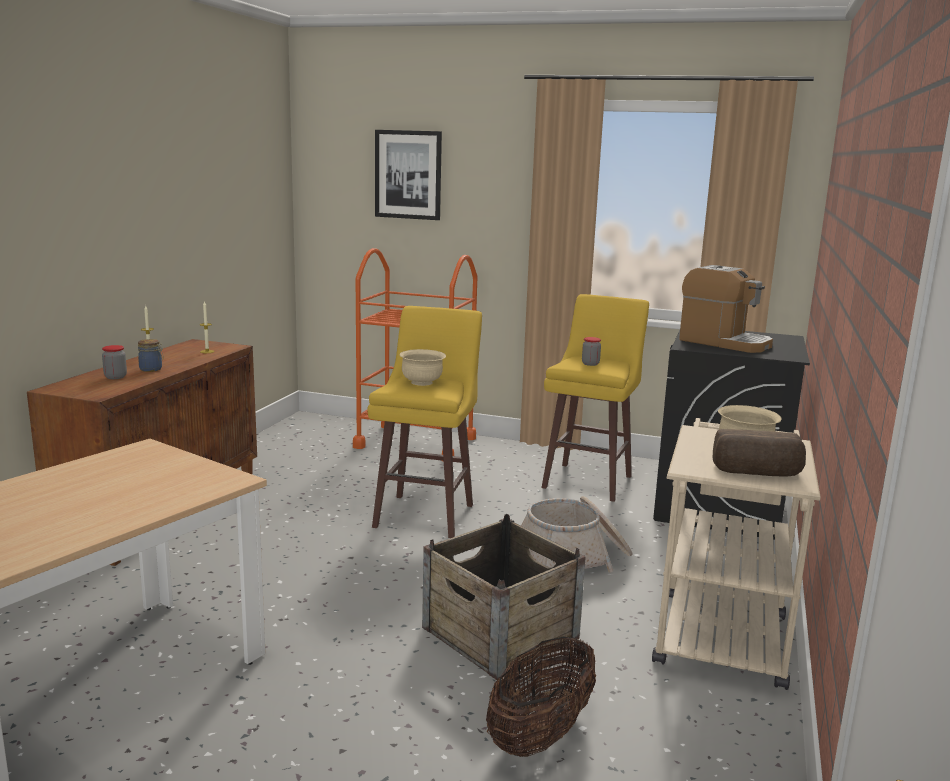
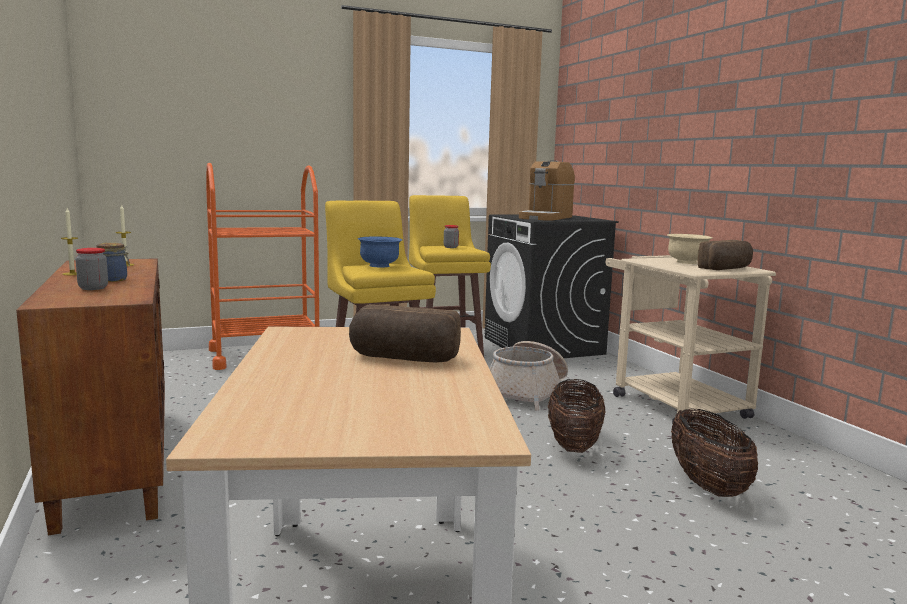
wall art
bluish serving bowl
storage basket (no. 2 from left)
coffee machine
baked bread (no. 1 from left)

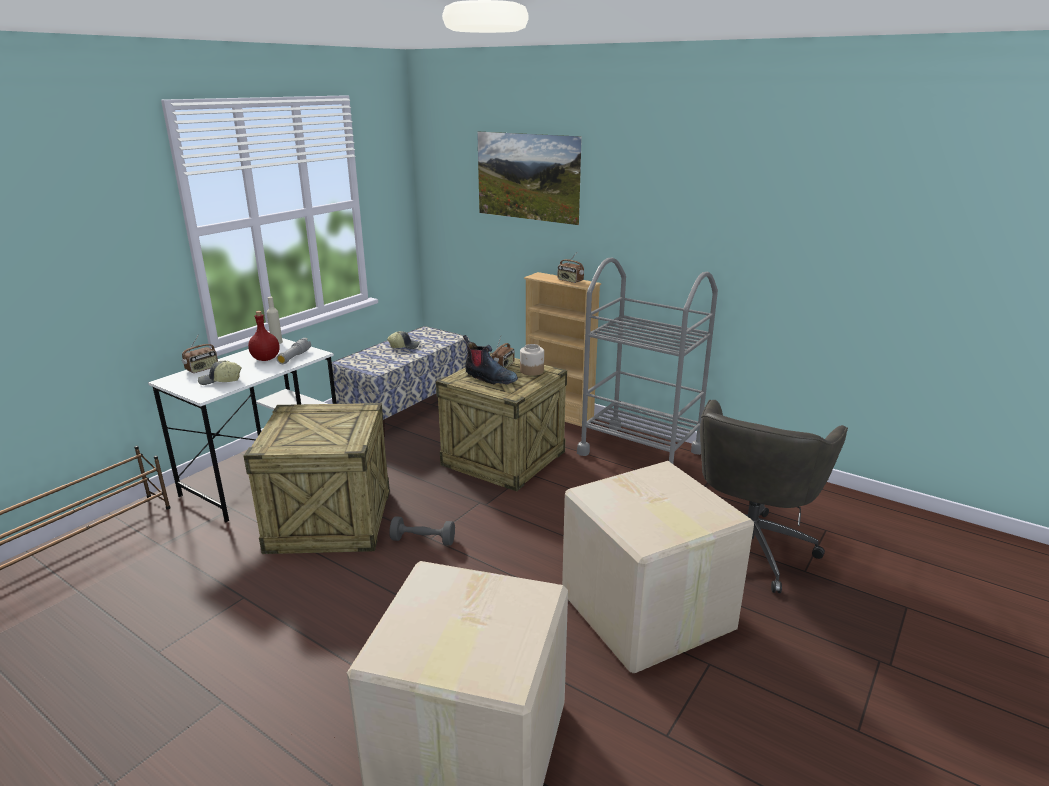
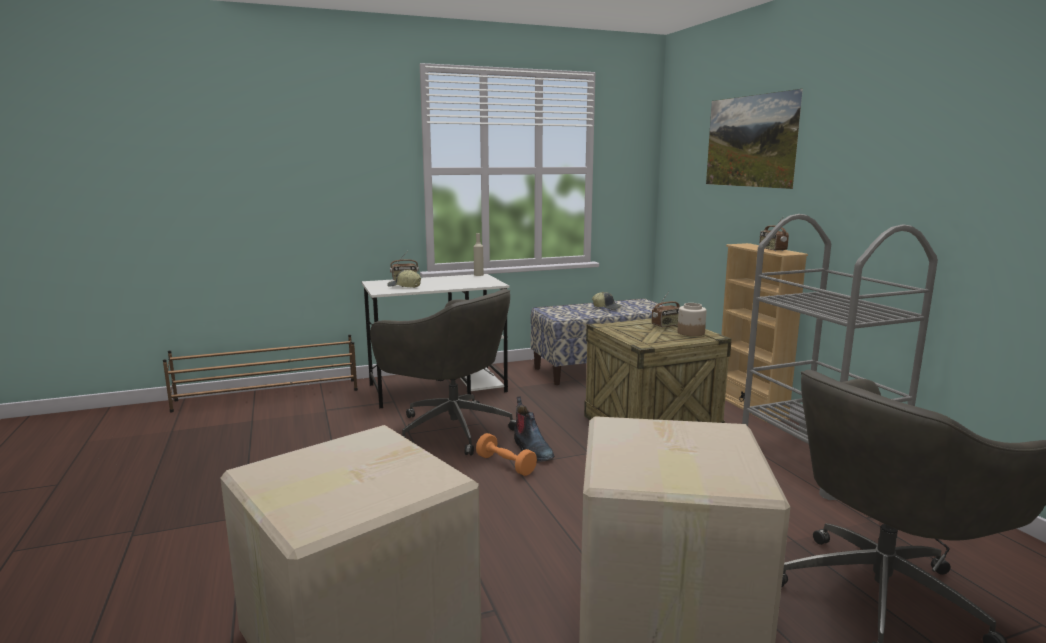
greyish desk chair (no. 1 from left)
reddish beverage bottle
greyish hand torch
orangey hand weight
tall boot

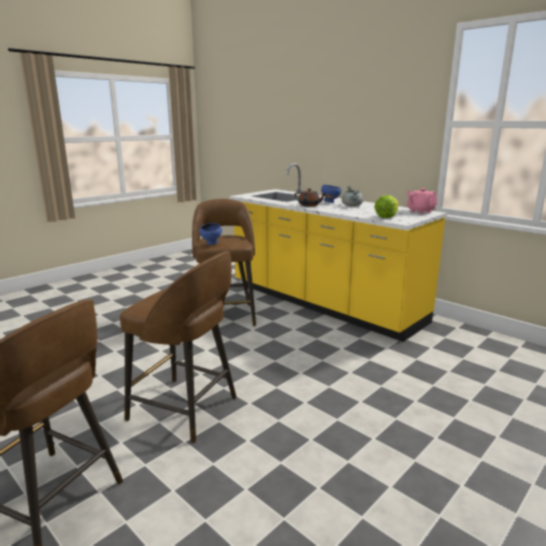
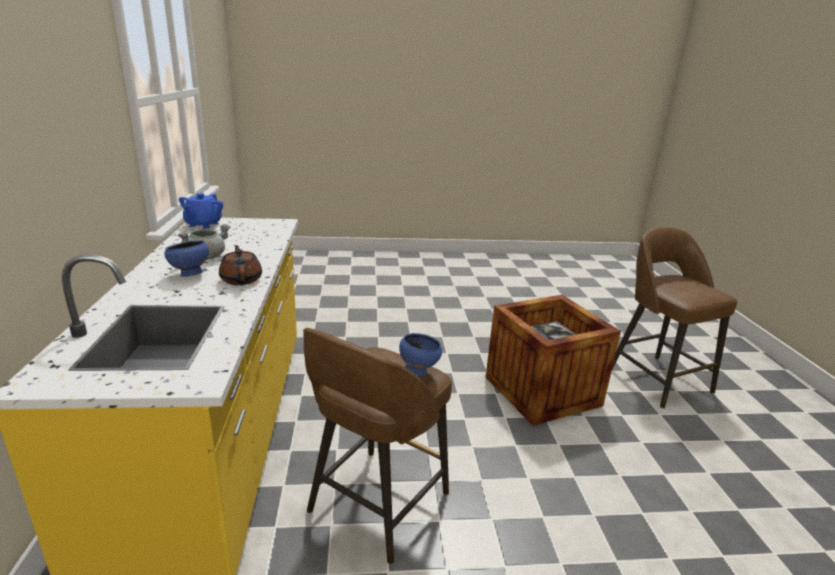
shipping crate
head of lettuce
bluish pot for tea

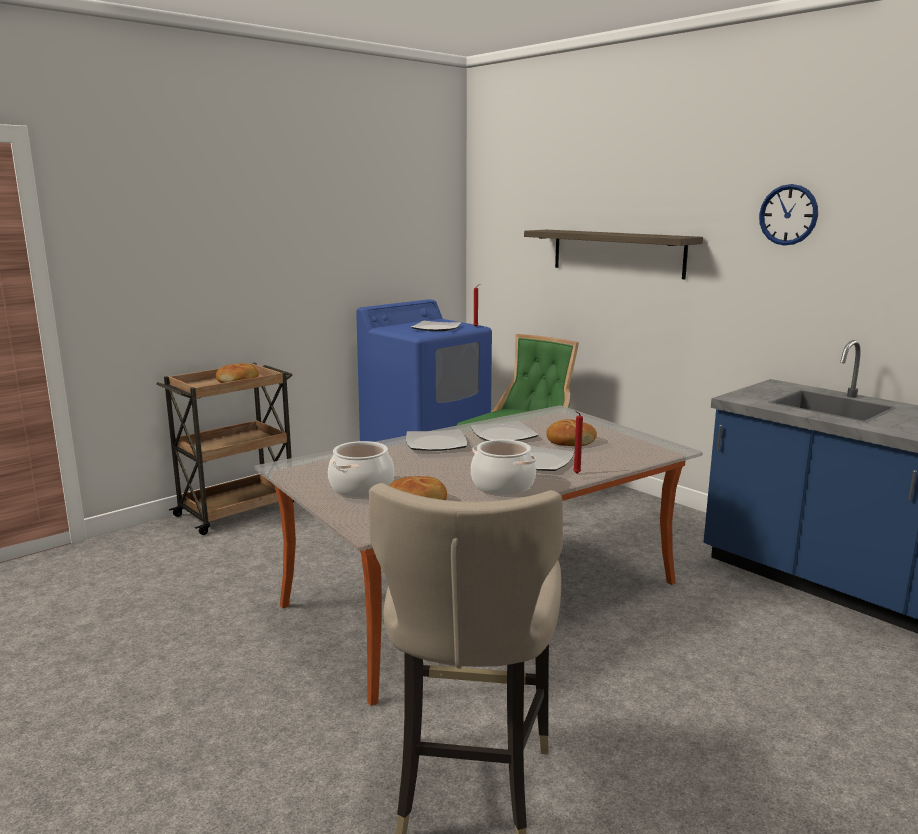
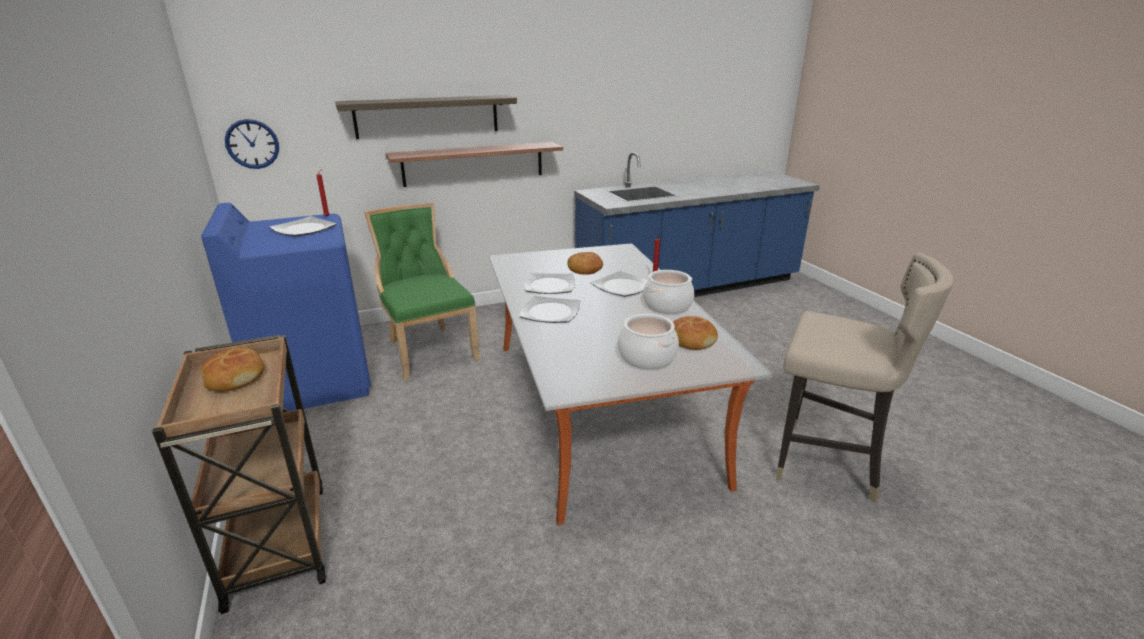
hanging clock
shelf (no. 2 from left)

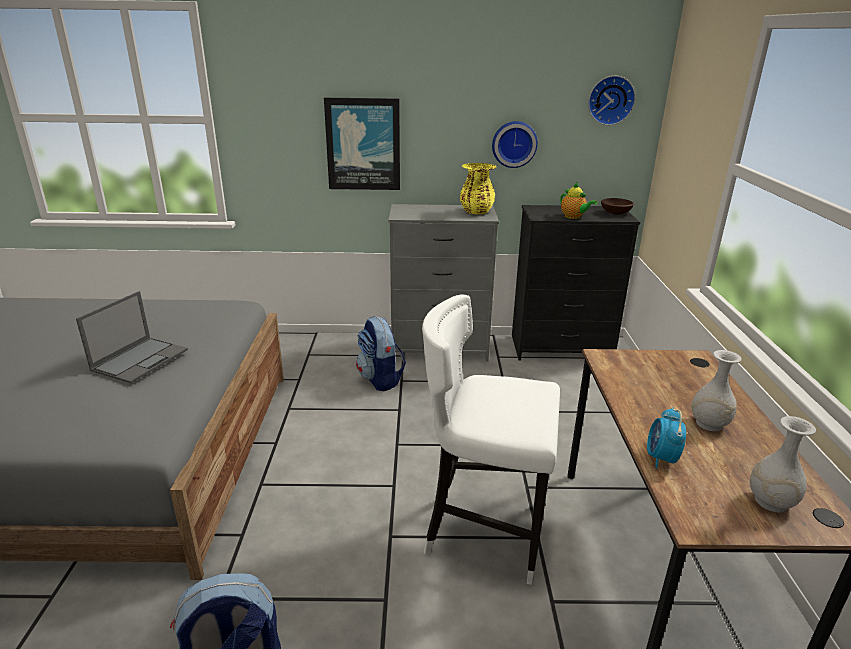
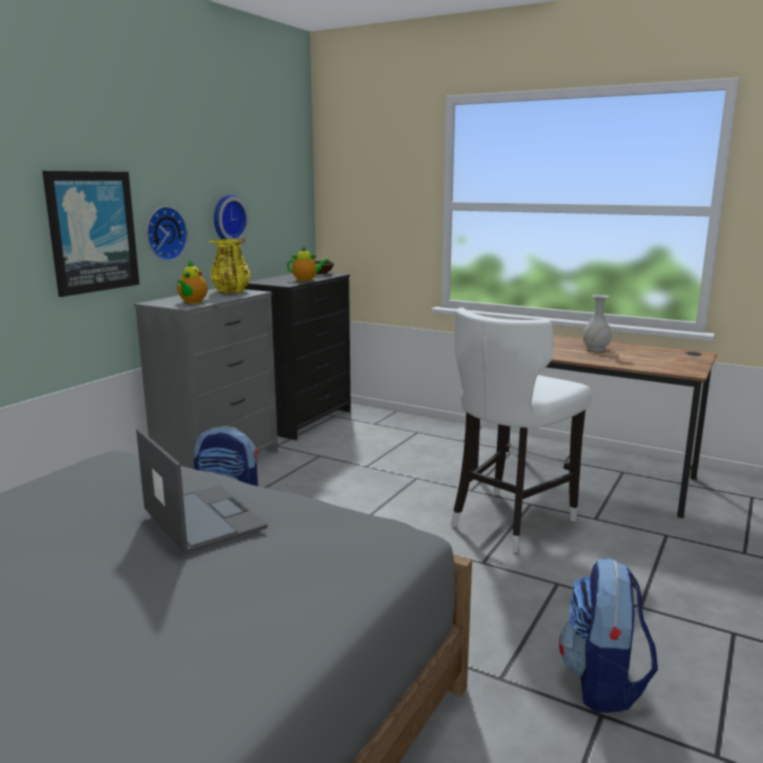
hanging clock (no. 1 from left)
alarm clock
whitish flower vase (no. 2 from left in the first image)
pot for tea (no. 1 from left)

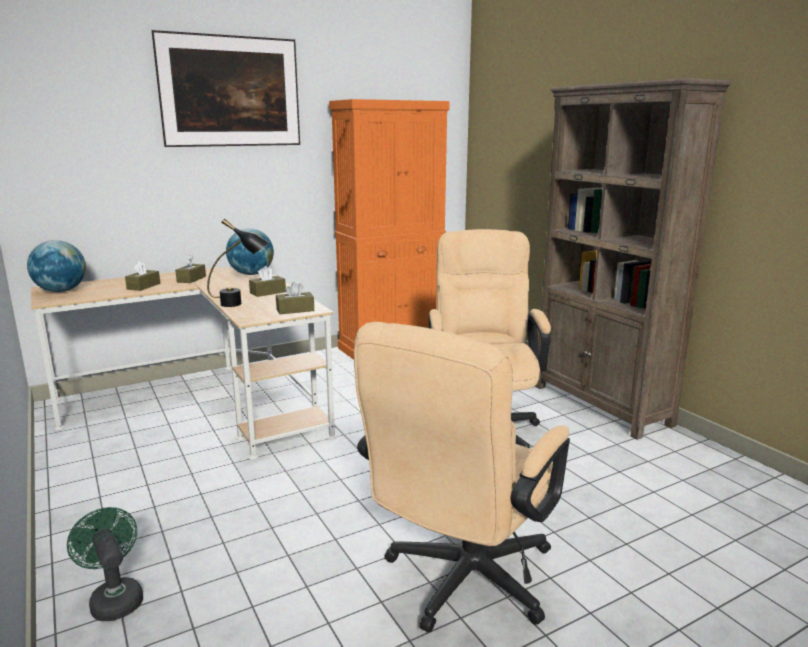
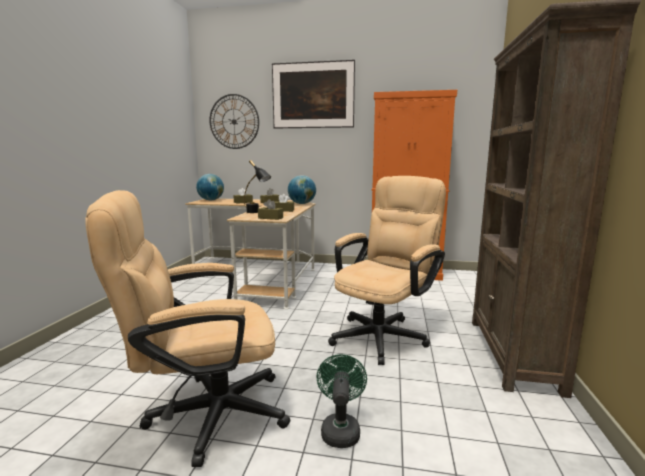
green electric fan
hanging clock

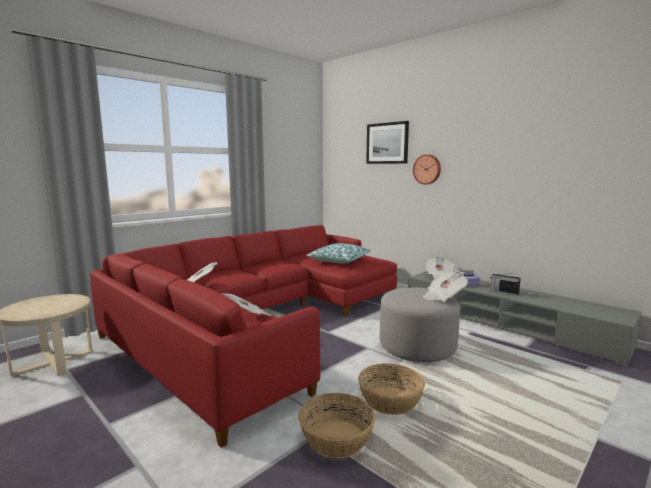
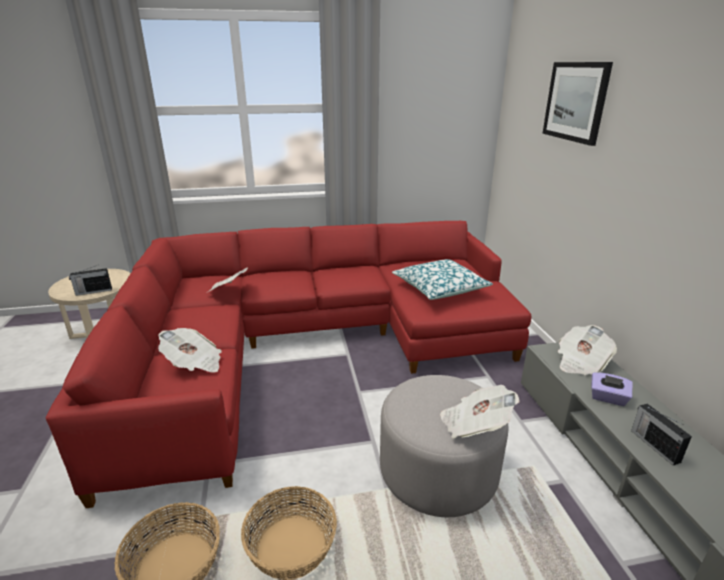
hanging clock
radio (no. 1 from left)

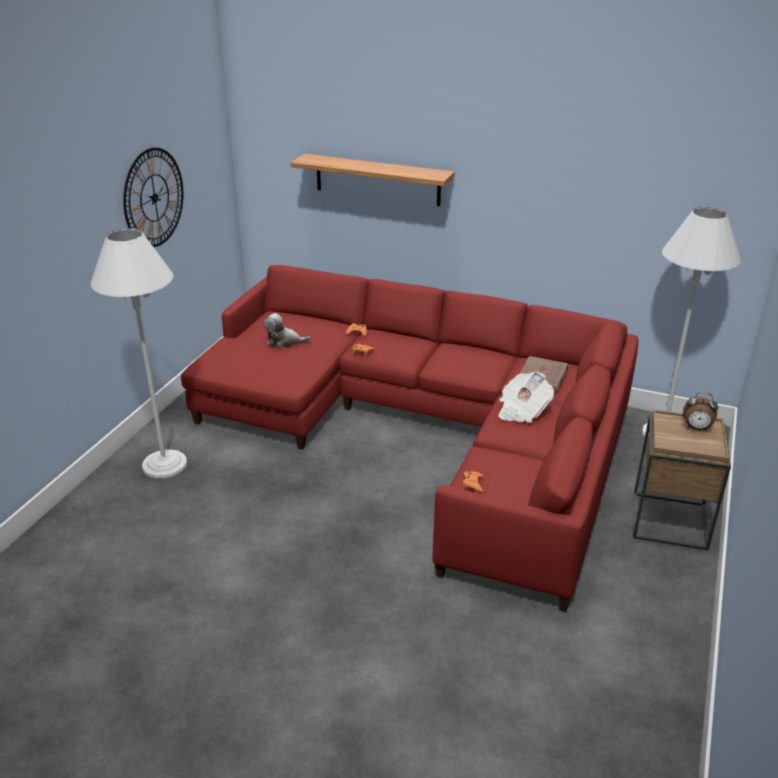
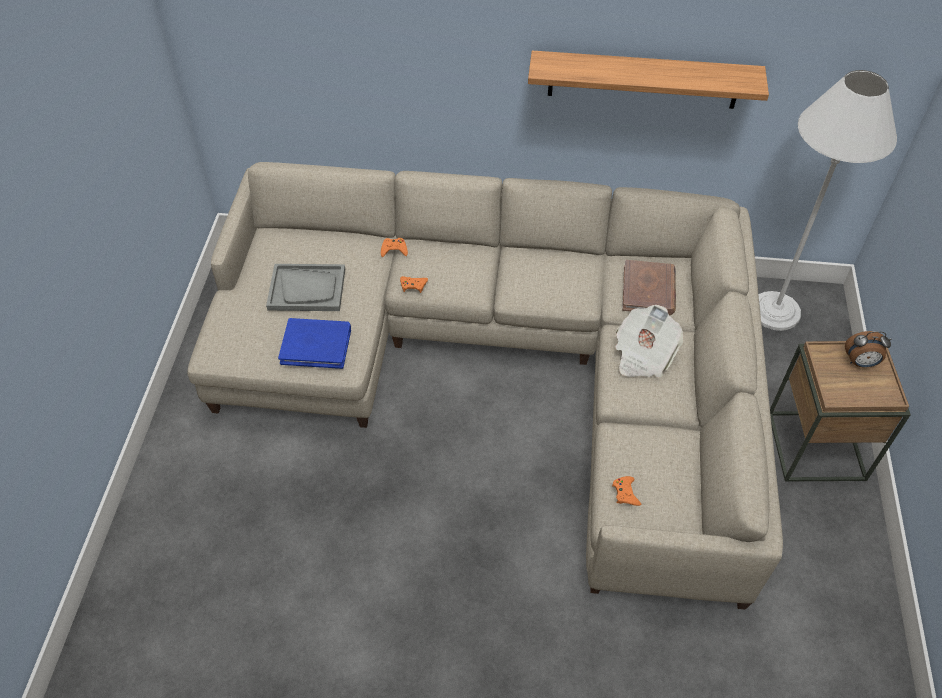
whitish standard lamp (no. 1 from left in the first image)
hanging clock
beige-coloured sofa
greyish tray
shelf
bluish volume

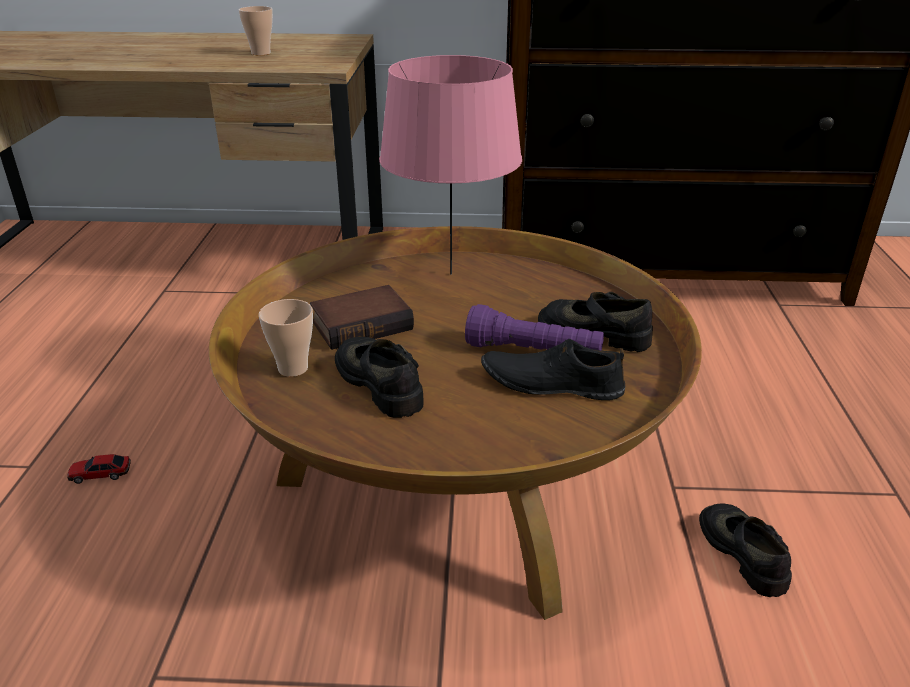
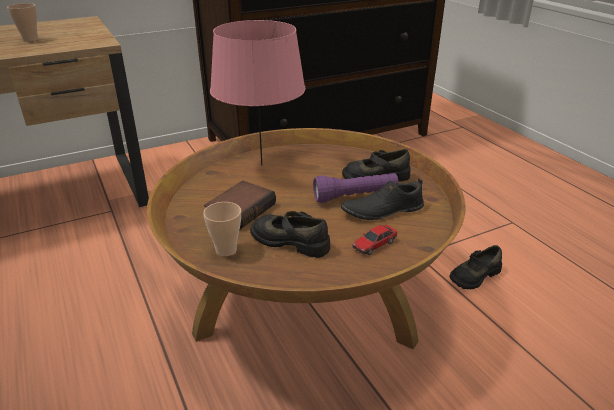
model car
blackish shoe (no. 4 from left)

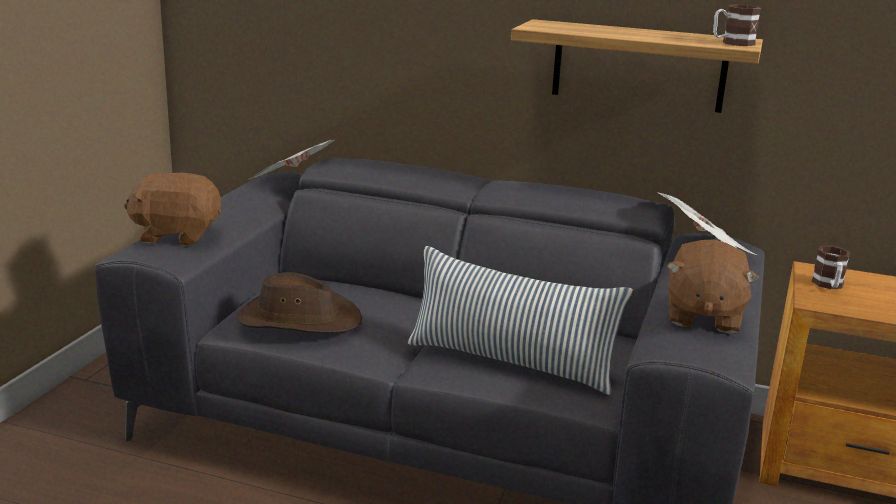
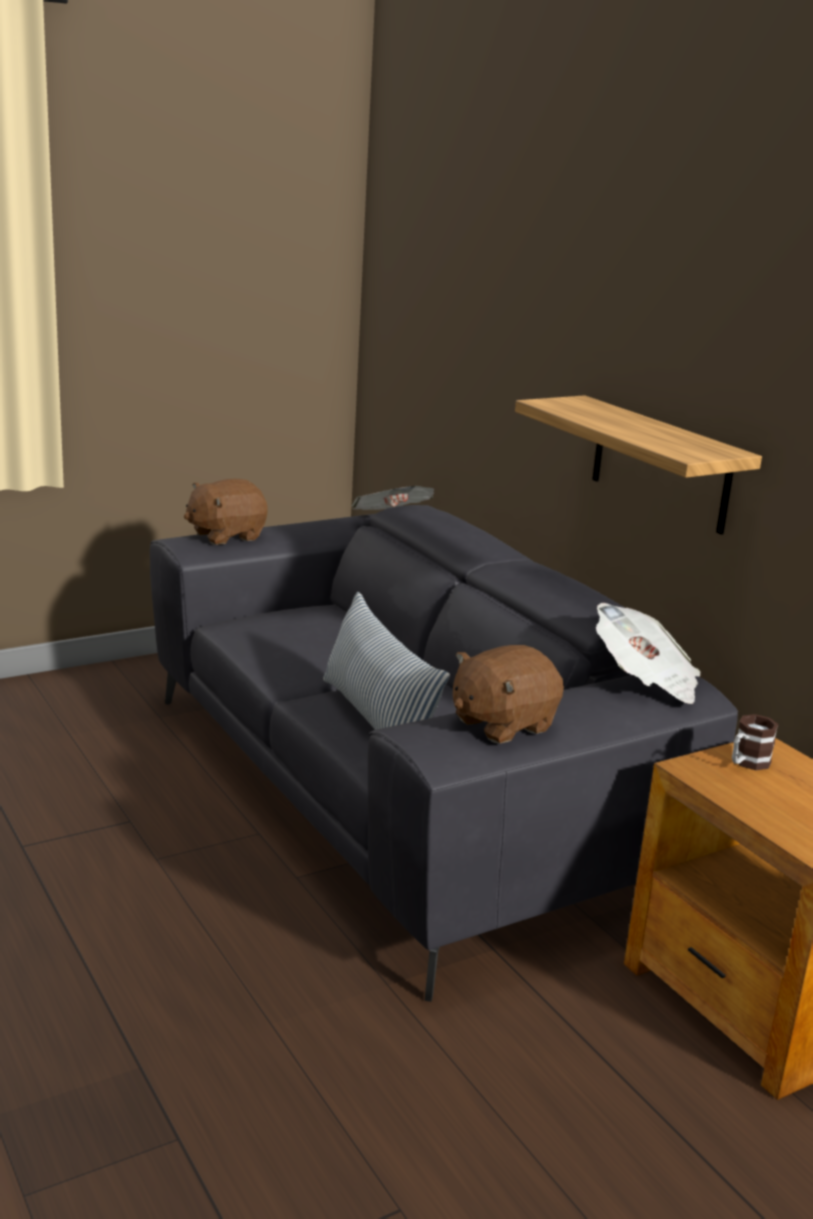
brown cuddly toy (no. 1 from left)
brown hat
tea mug (no. 1 from left in the first image)

